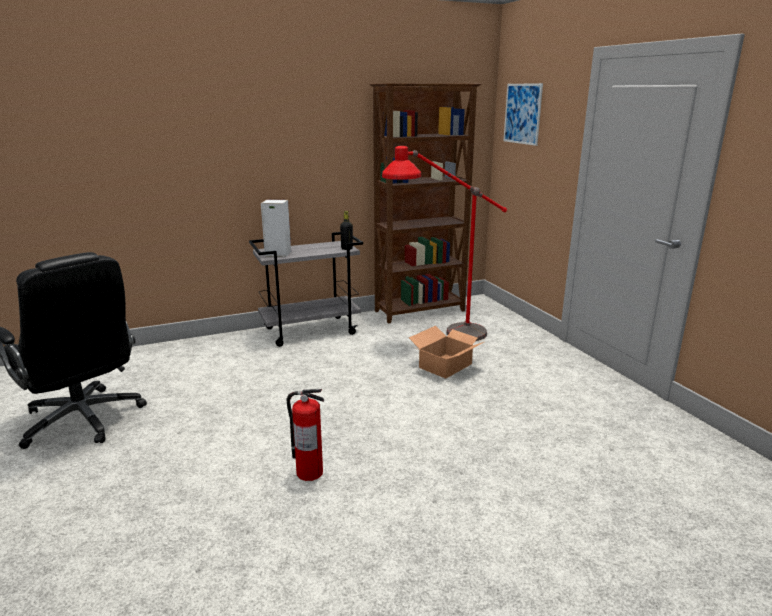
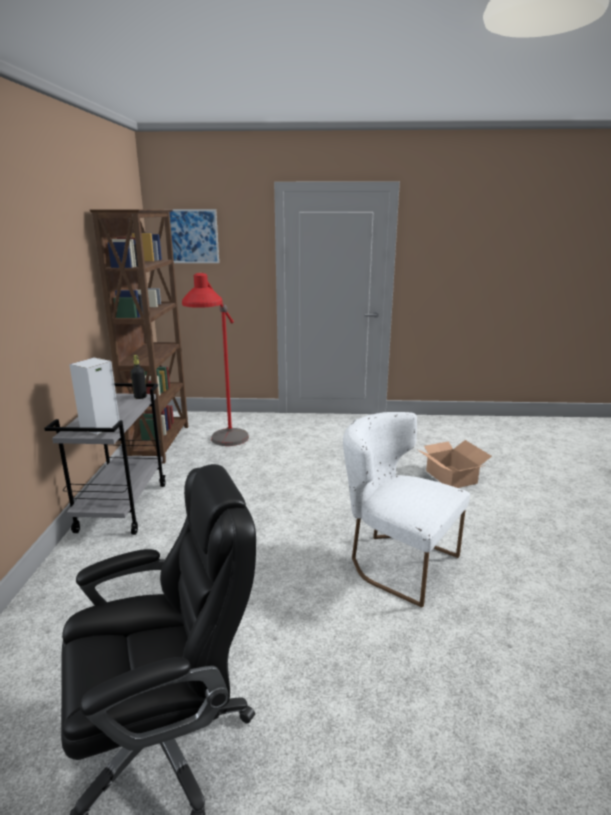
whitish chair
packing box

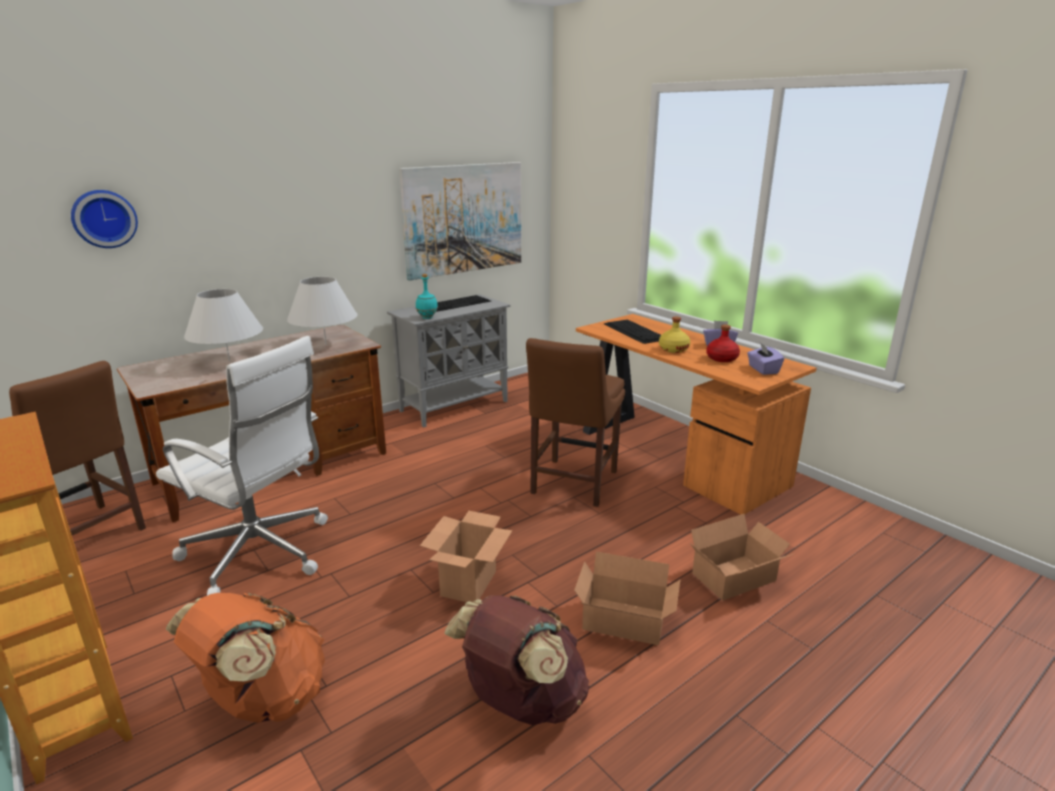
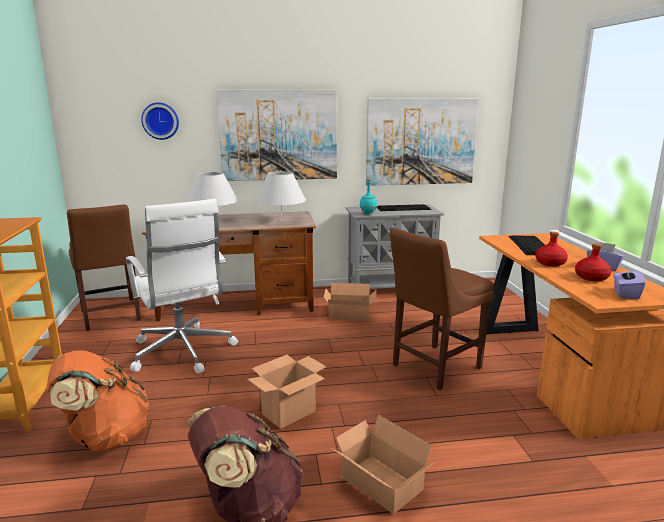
reddish beverage bottle (no. 1 from left)
packing box (no. 2 from left)
wall art (no. 1 from left)

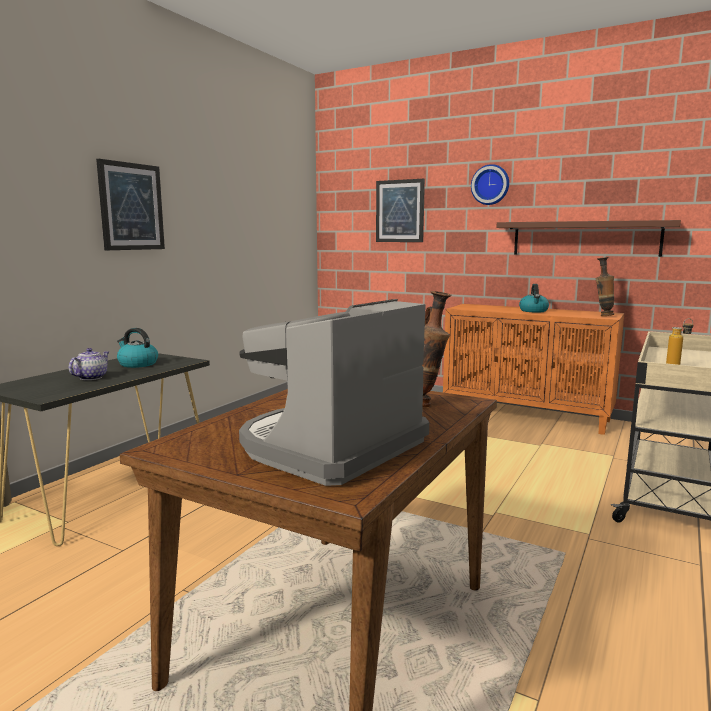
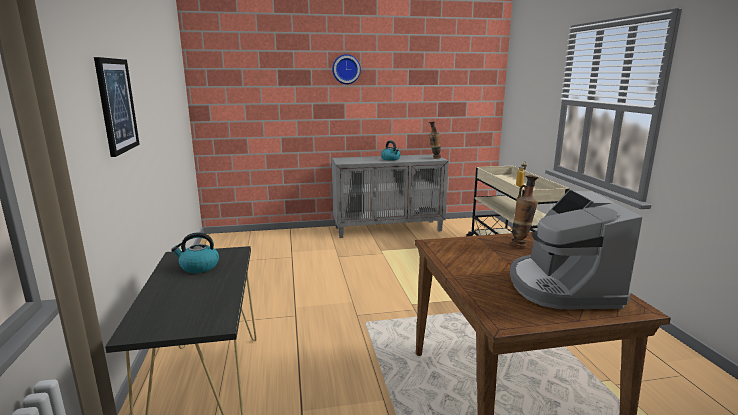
pot for tea
wall art (no. 2 from left in the first image)
greyish storage cabinet
brown shelf

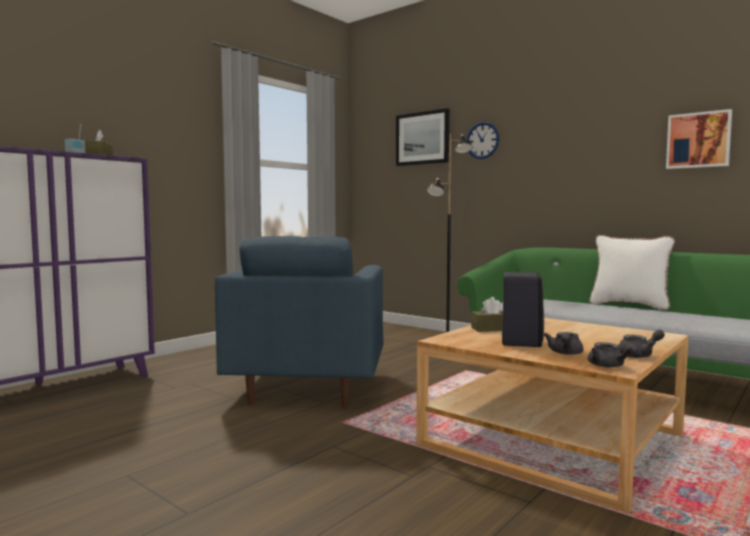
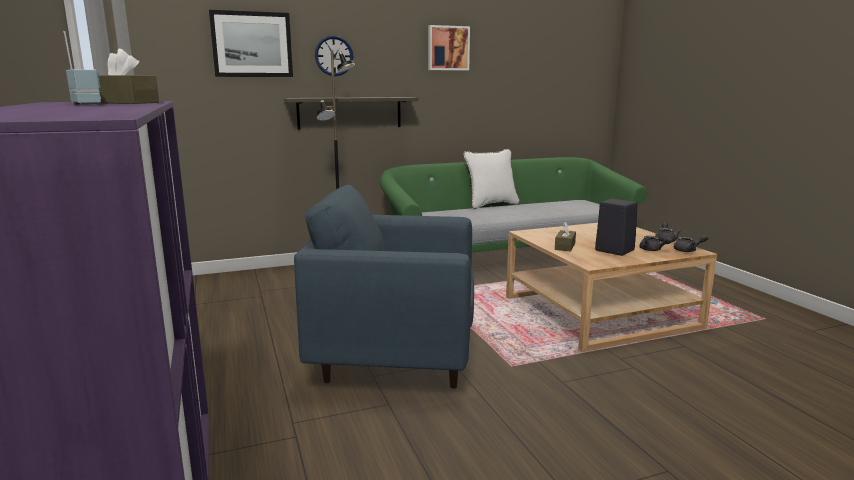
bluish easy chair
wall art (no. 2 from left)
shelf

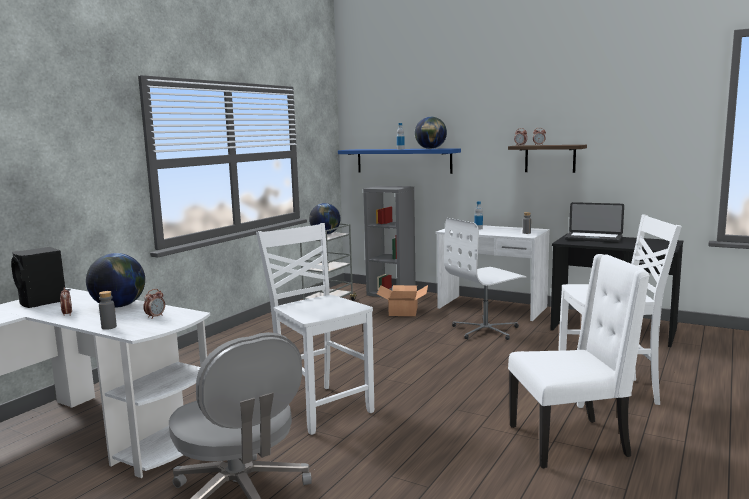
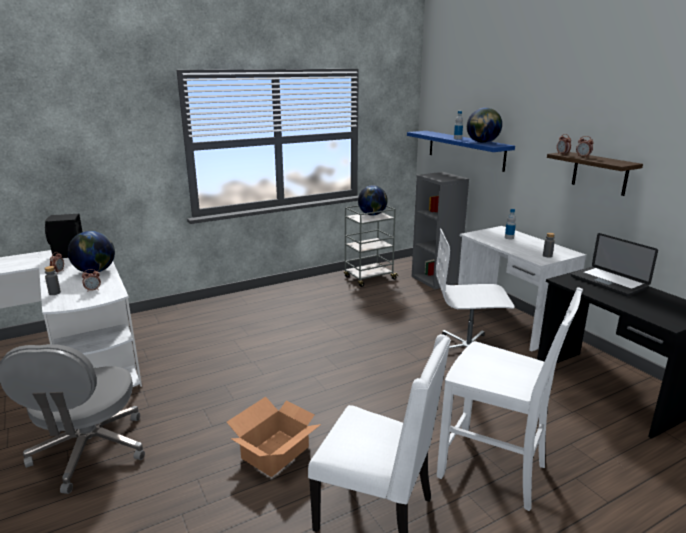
whitish chair (no. 1 from left in the first image)
packing box

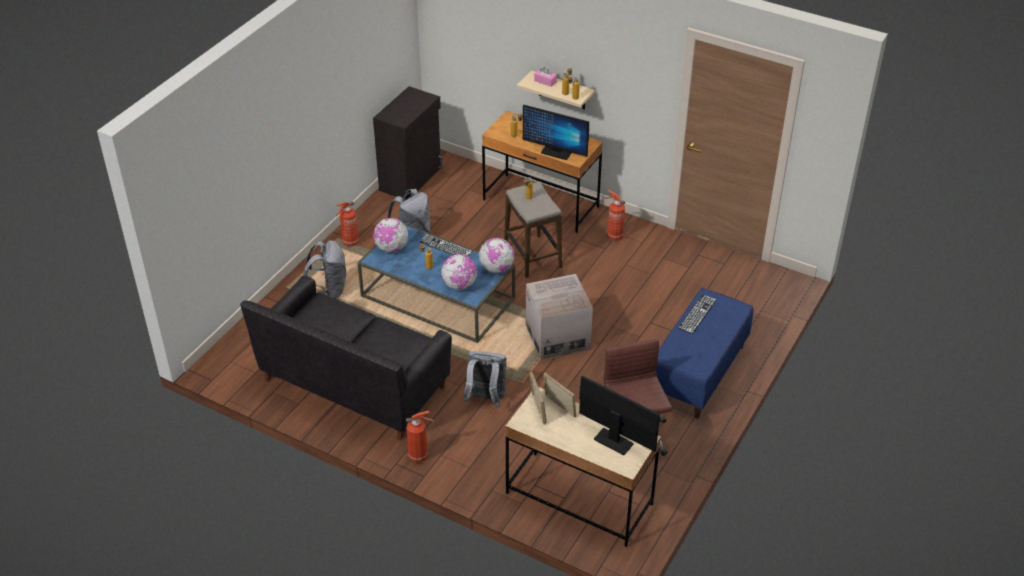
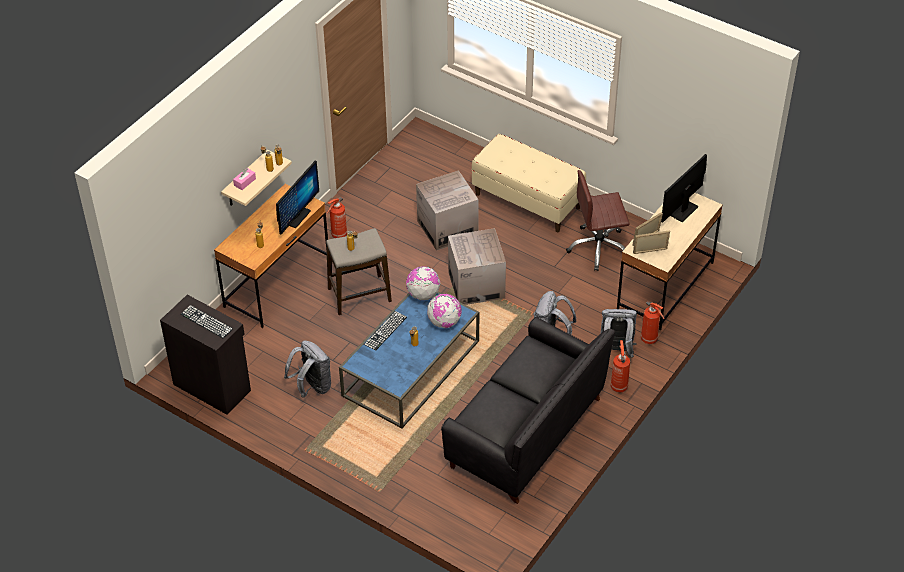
greyish backpack (no. 3 from left)
fire extinguisher (no. 3 from left)
globe (no. 1 from left in the first image)
beige-coloured indoor bench
PC keyboard (no. 1 from left)
packing box (no. 1 from left)

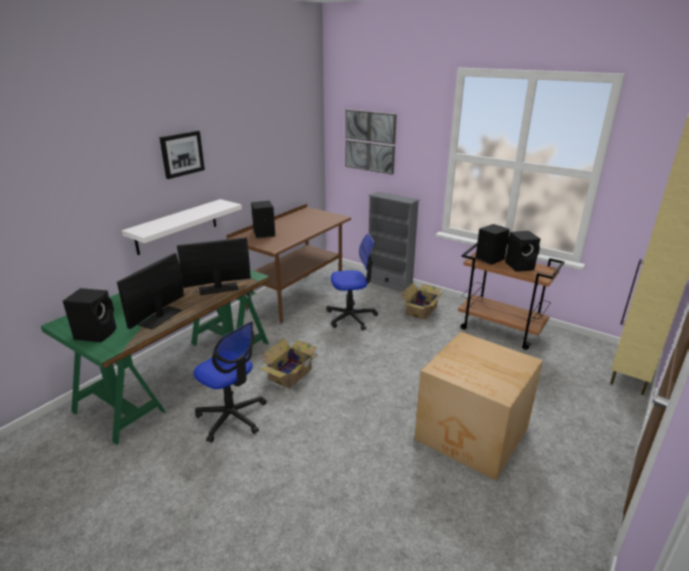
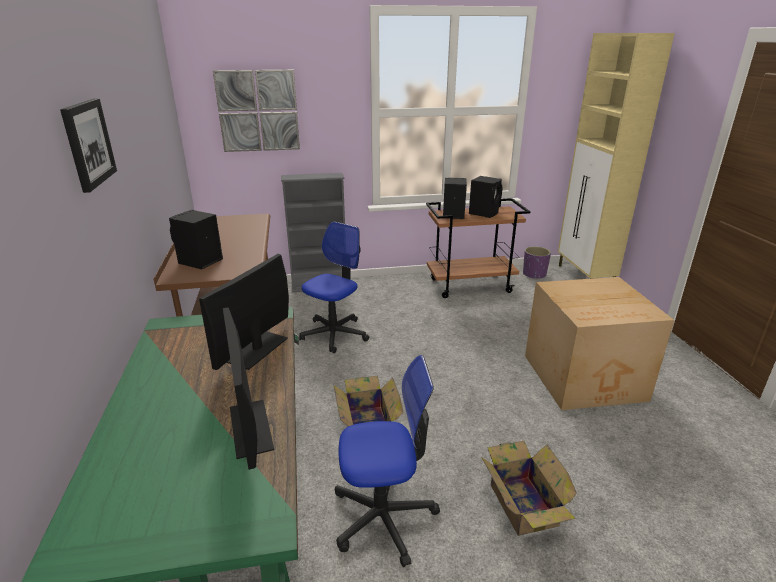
blackish speaker (no. 1 from left in the first image)
whitish shelf
packing box (no. 2 from left)
purplish flower pot

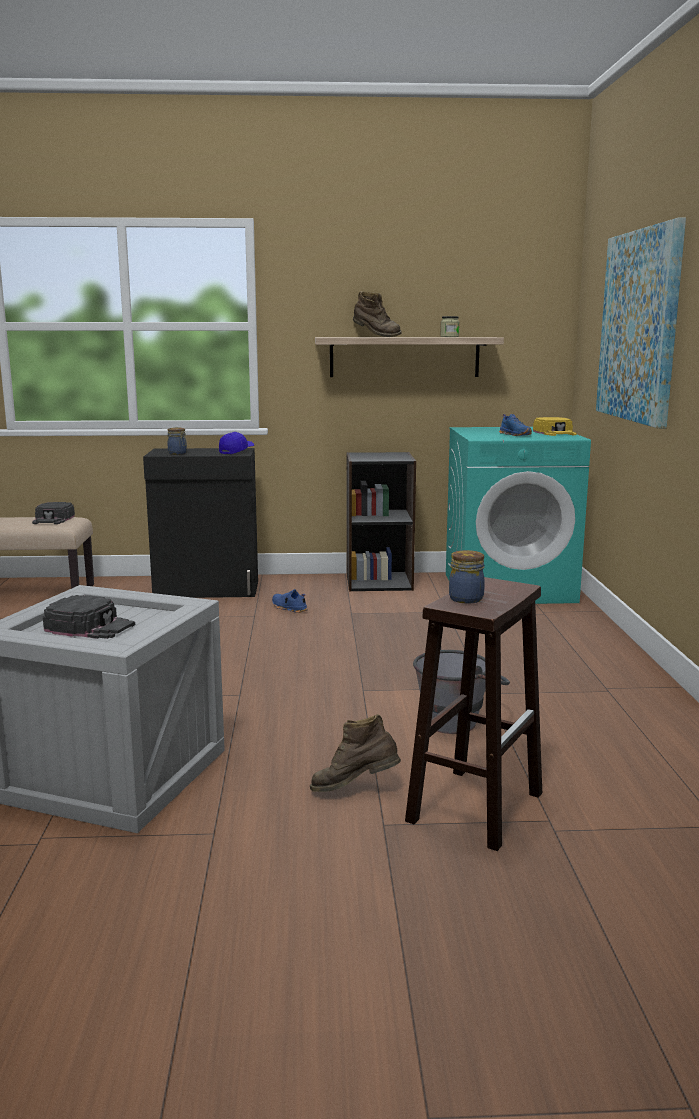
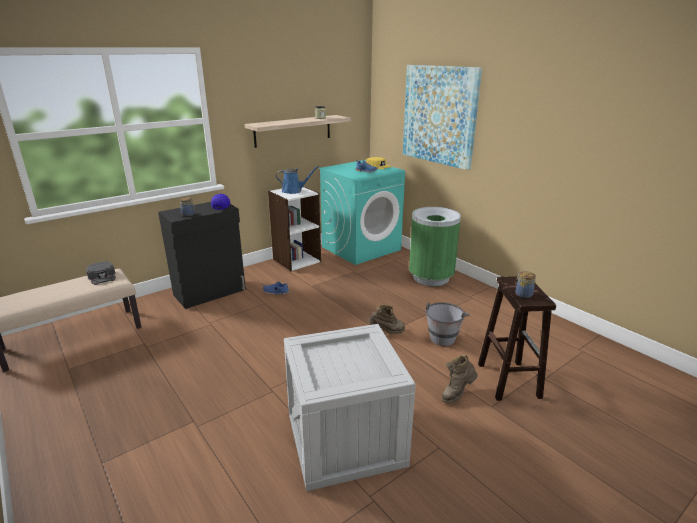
blackish cap (no. 2 from left in the first image)
whitish bookcase
brown tall boot (no. 1 from left)
bluish watering can
green trash can

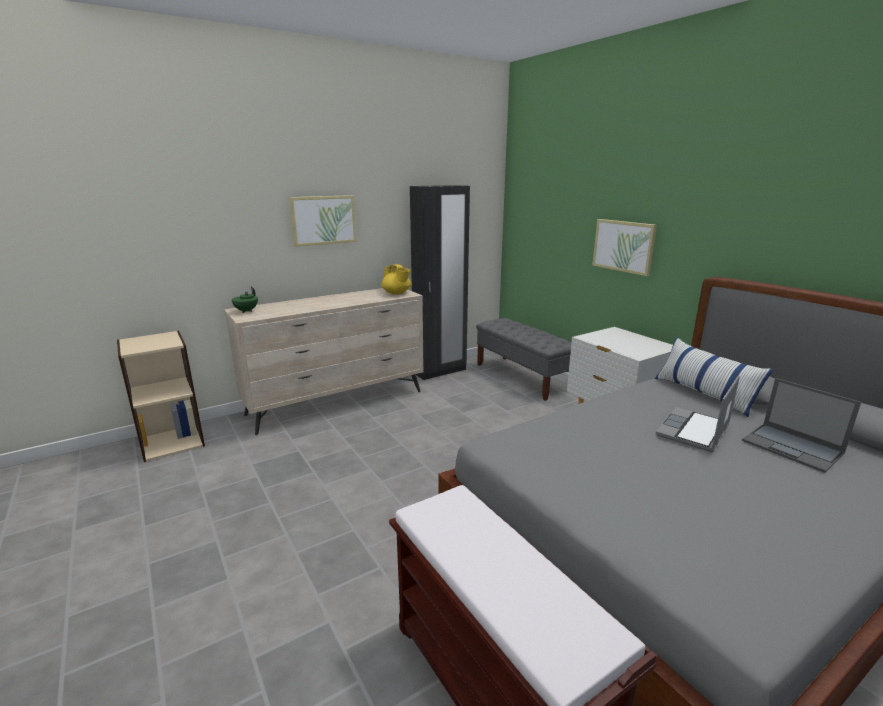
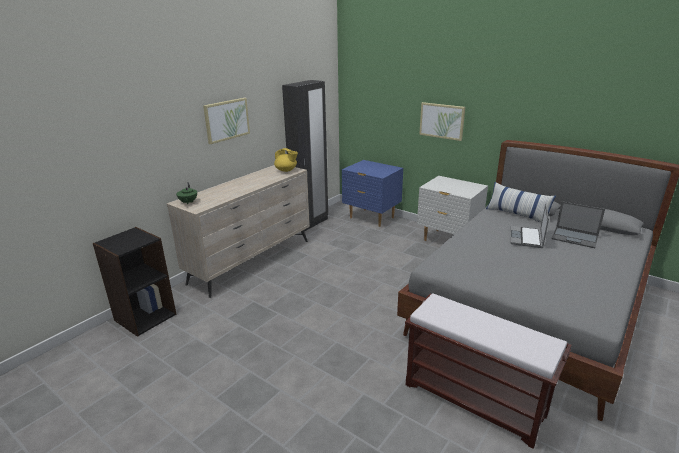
blackish bookcase
bluish bedside table

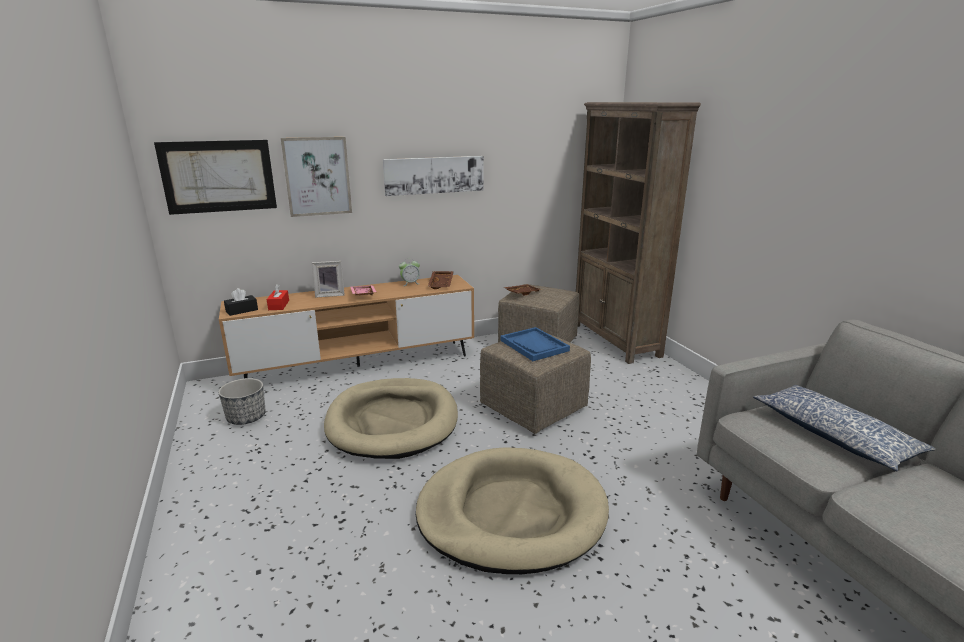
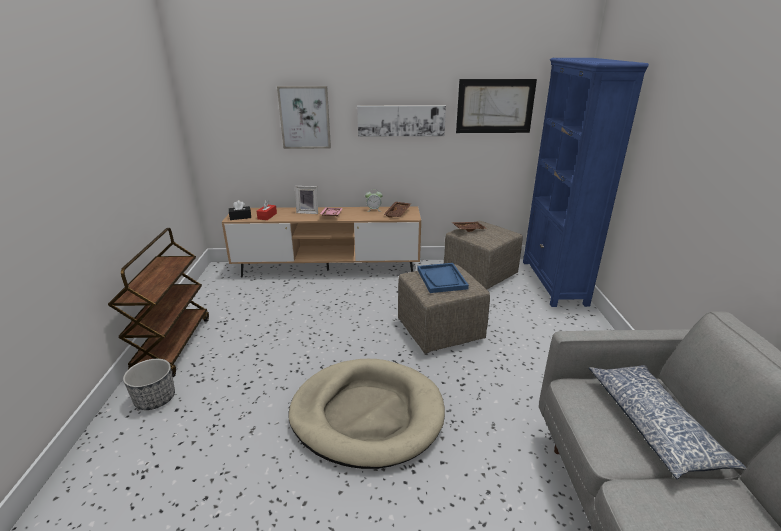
wall art (no. 3 from left)
flower pot
beige-coloured dog bed (no. 1 from left in the first image)
bluish bookcase
brown wheeled cart

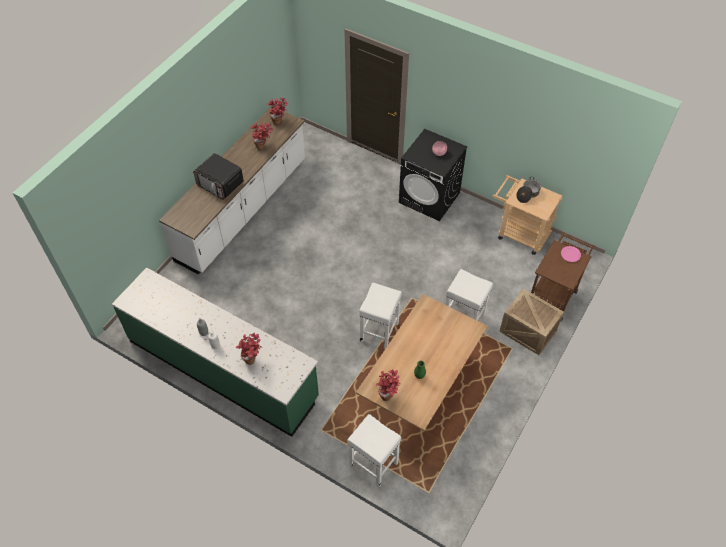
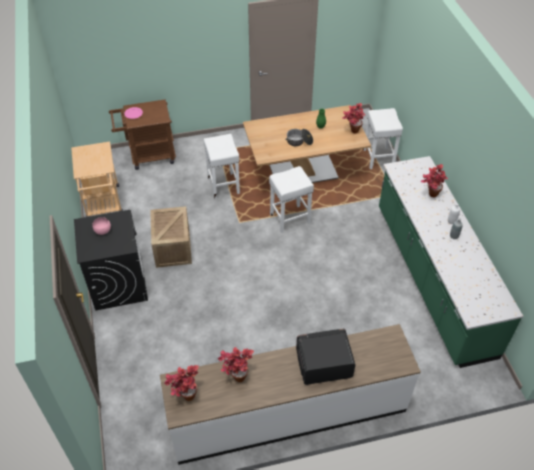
microwave oven
shipping crate
saucepot

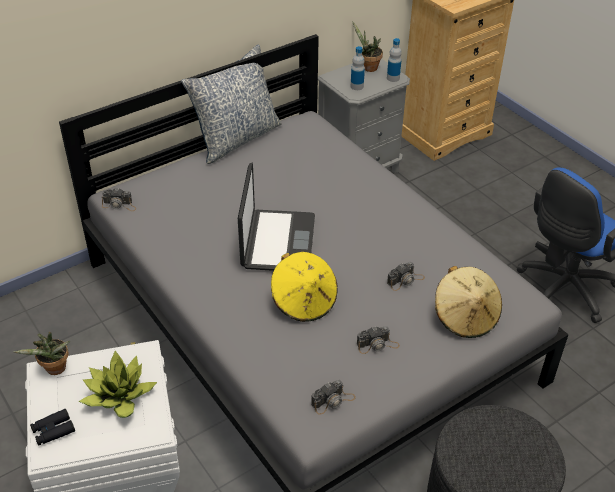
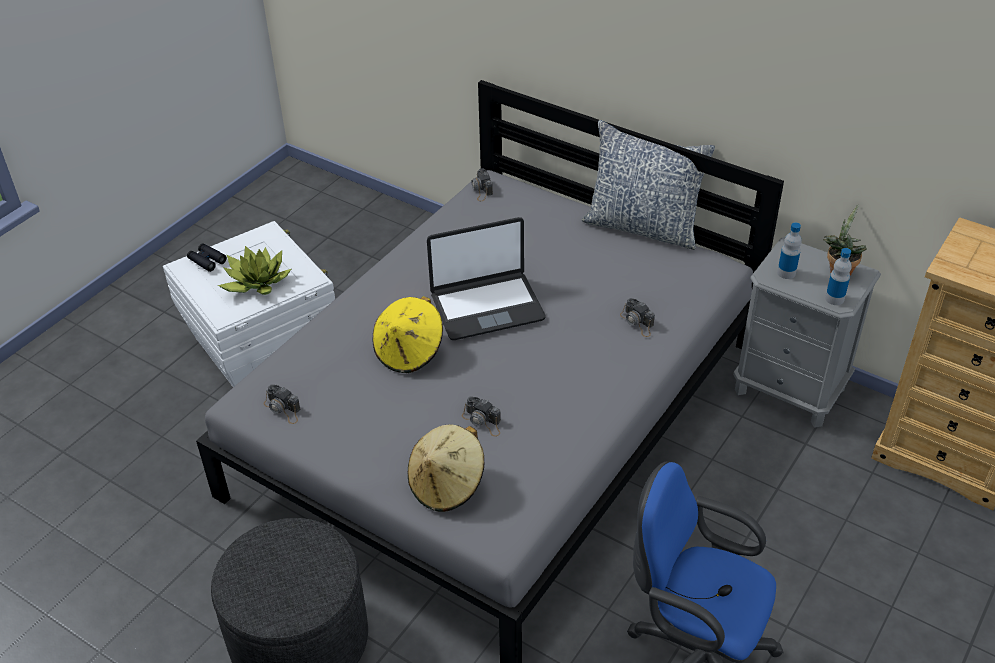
houseplant (no. 1 from left in the first image)
still camera (no. 4 from left)

